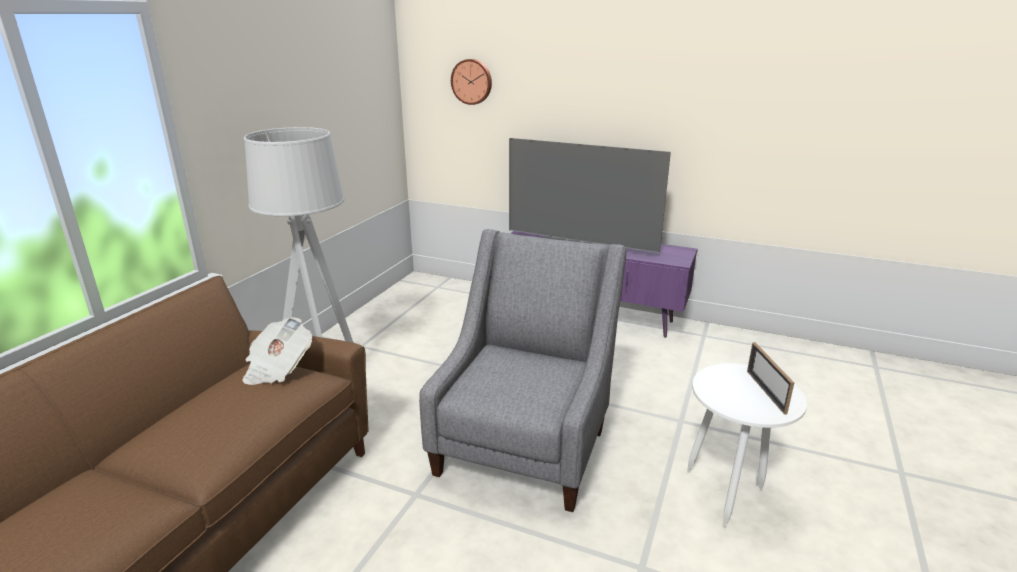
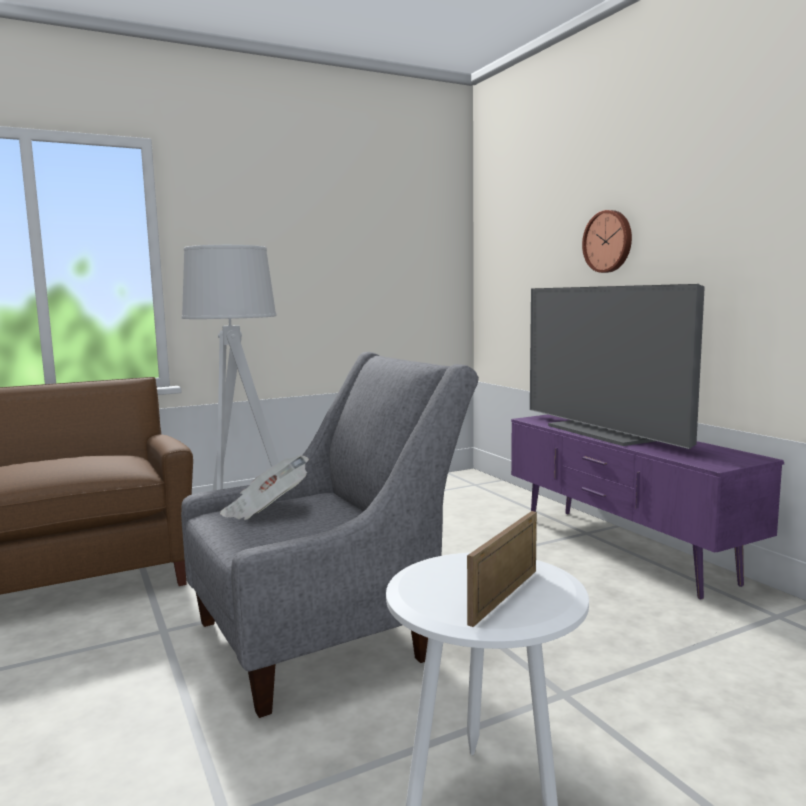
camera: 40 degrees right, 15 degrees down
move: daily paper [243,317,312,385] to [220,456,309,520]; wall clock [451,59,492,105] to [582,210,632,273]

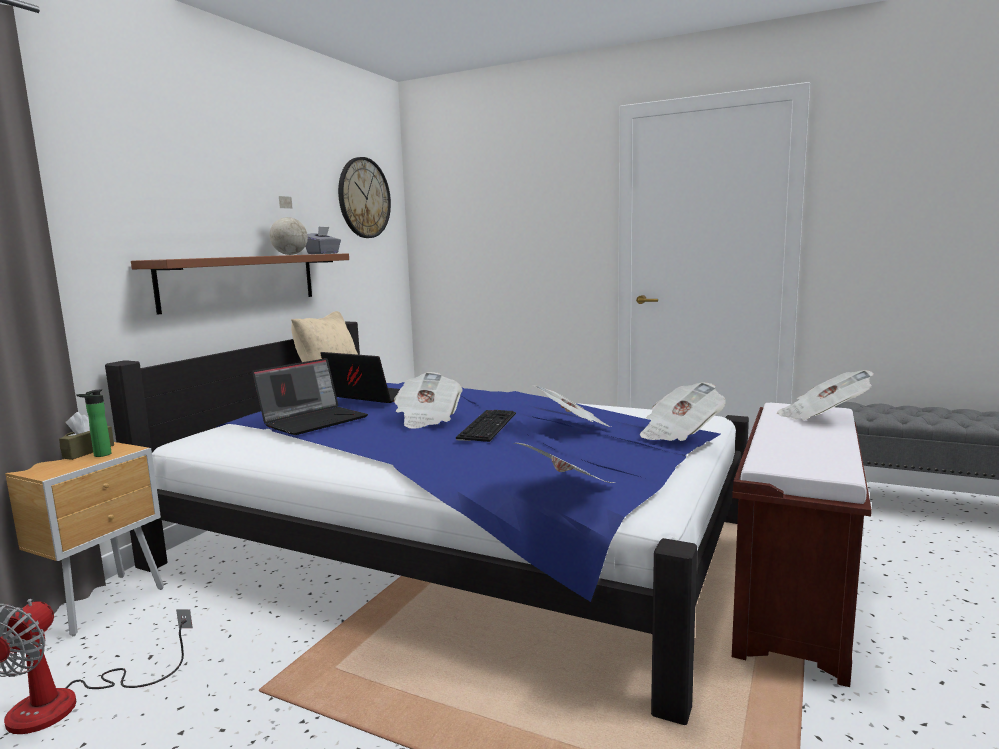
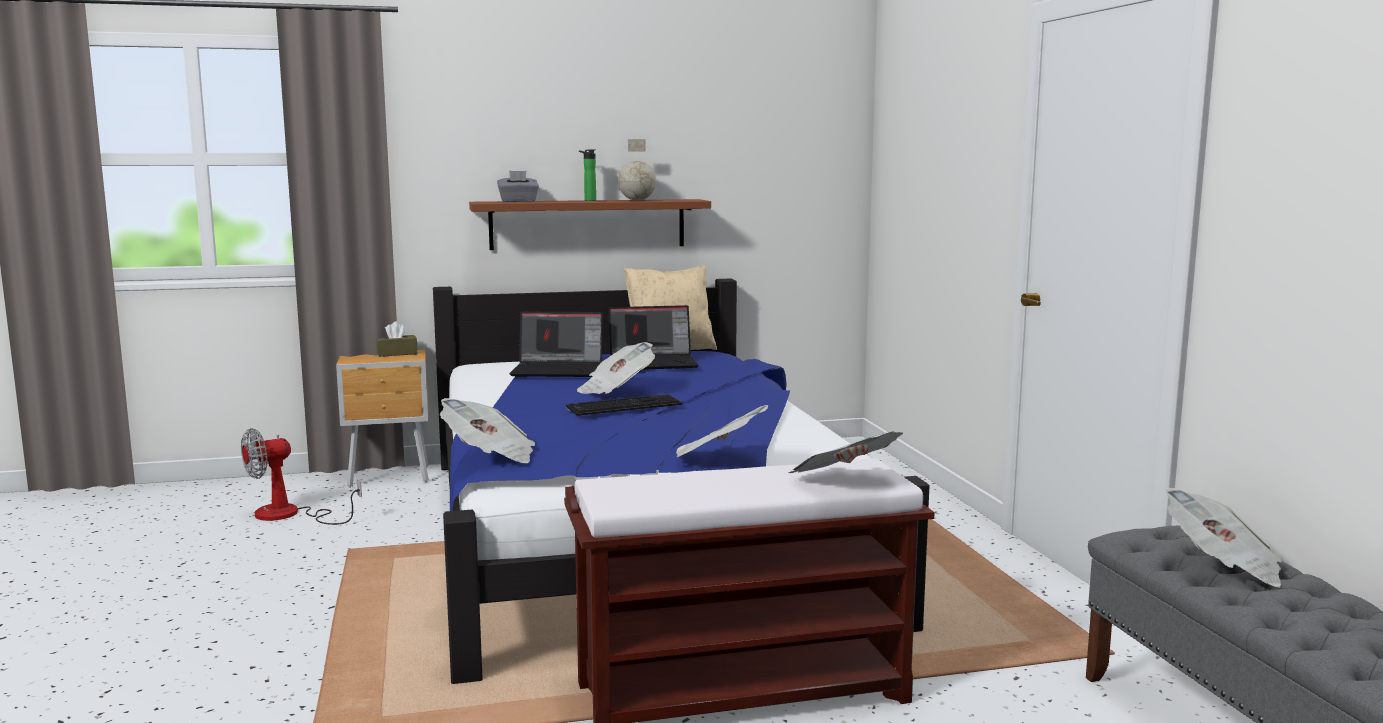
camera: 50 degrees right, 0 degrees up
delete: wall clock [338,157,391,238]
move: gray tissue box [305,227,341,254] to [497,171,539,202]; beverage bottle [76,389,112,457] to [579,149,596,201]; daily paper [533,385,611,427] to [1166,488,1282,587]
rotate: portable computer [320,352,400,403] = [609,305,699,370] 90 degrees clockwise

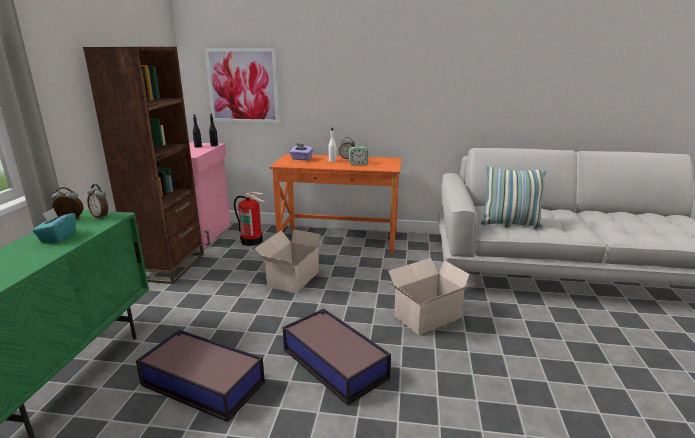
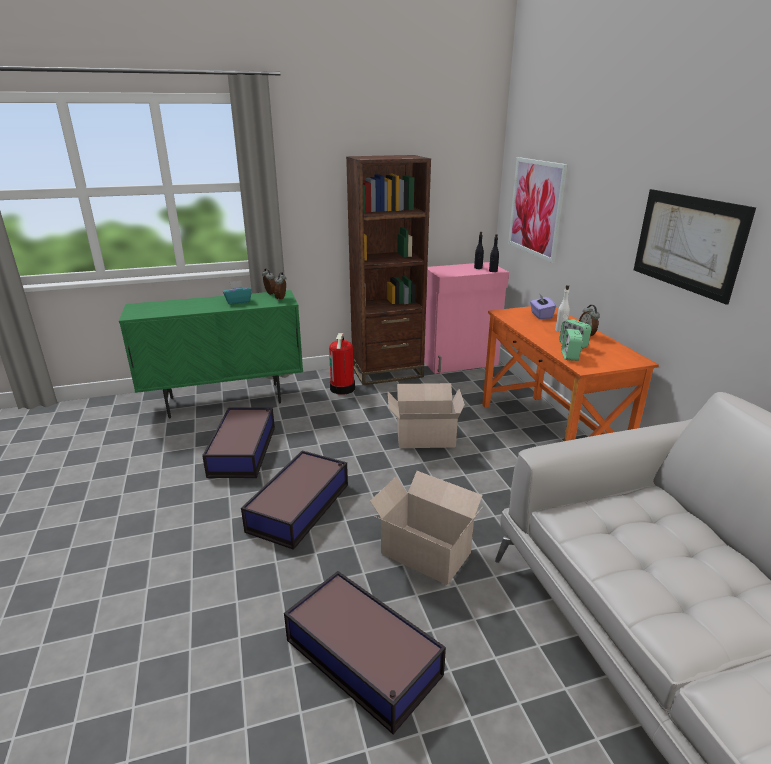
camera: 65 degrees right, 5 degrees up
delete: throw pillow [481,166,547,227]
insert: storage container [284,571,446,734]; table clock [562,329,583,361]; wall art [634,189,756,305]
move: extinguisher [234,192,264,246] to [329,333,355,395]

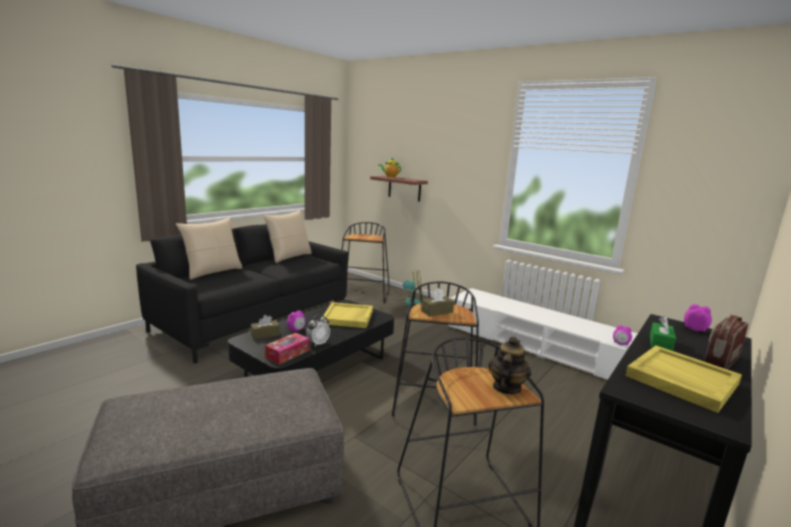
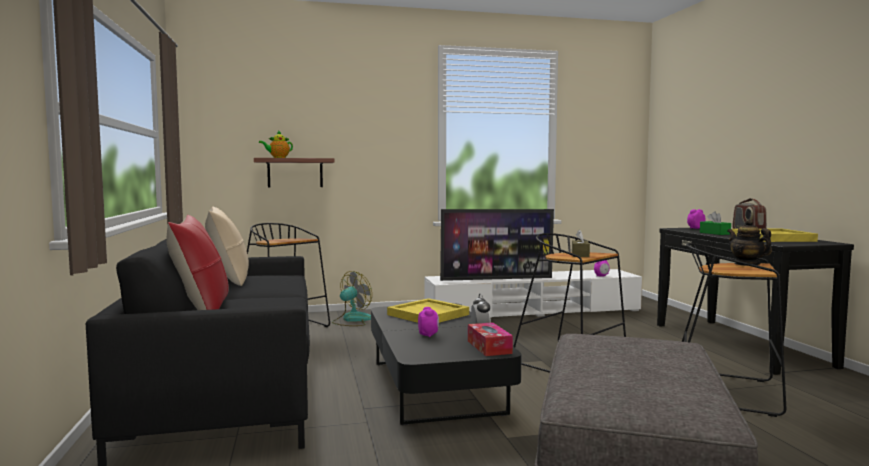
camera: 50 degrees left, 10 degrees down
delete: brownish tissue box [251,315,280,339]
insert: television [440,209,554,281]
recolor: sand-coloured throw pillow [176,217,242,279] to red throw pillow [167,215,229,310]

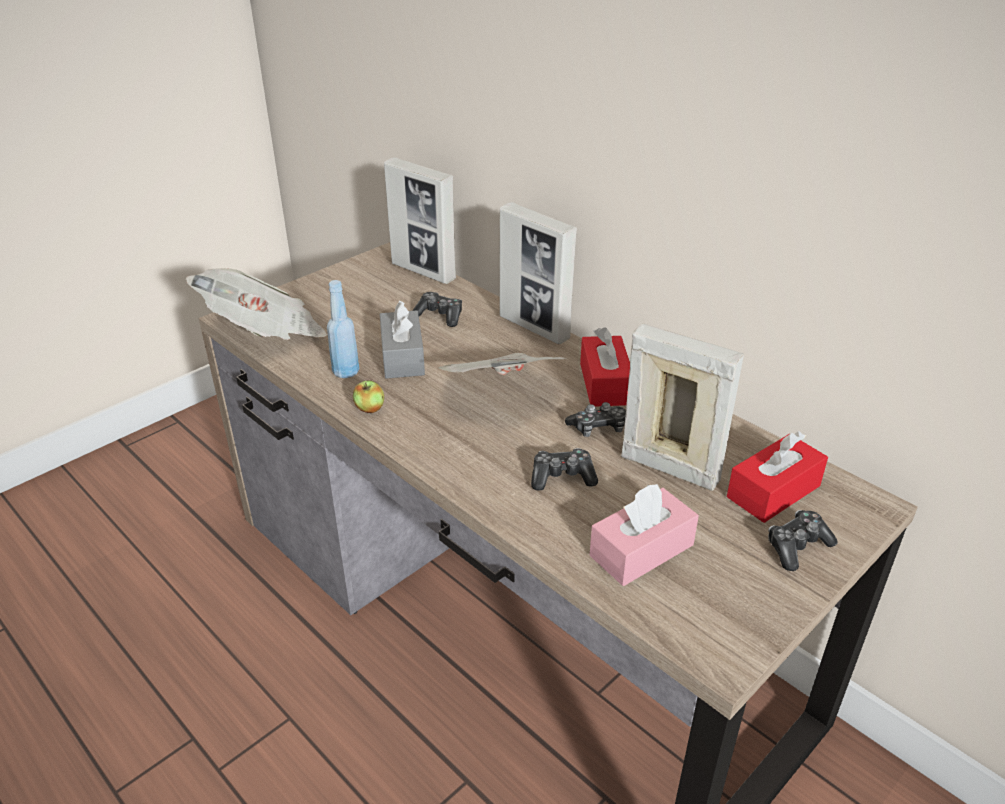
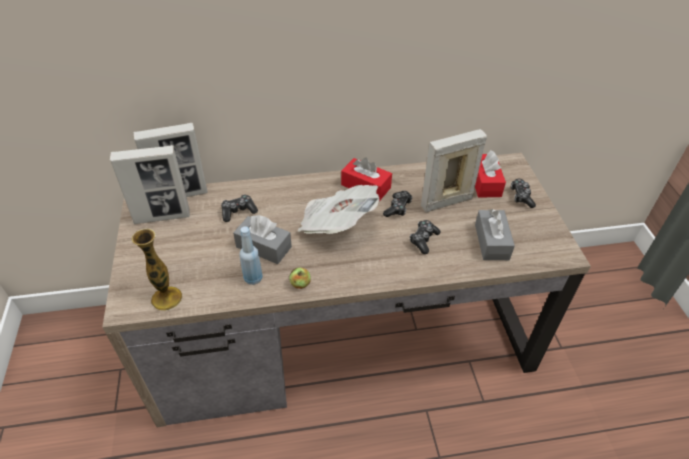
camera: 55 degrees left, 10 degrees up
move: standing frame [500,202,577,344] to [110,145,190,224]
replace: daily paper [186,268,328,340] to vase [131,228,182,311]
recolor: pinkish tissue box [589,484,699,586] to gray tissue box [475,209,515,260]

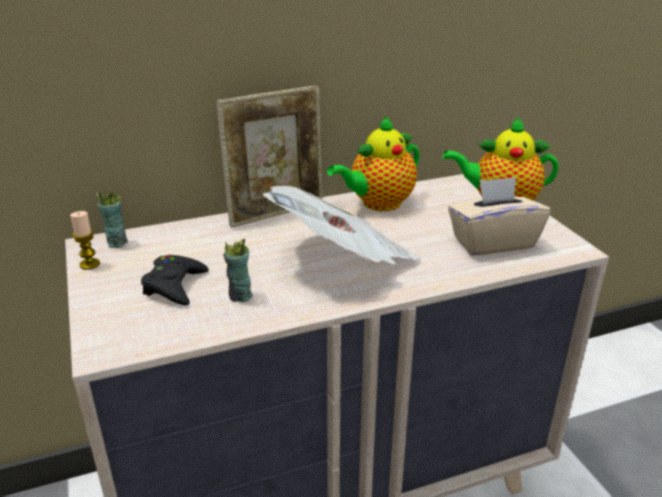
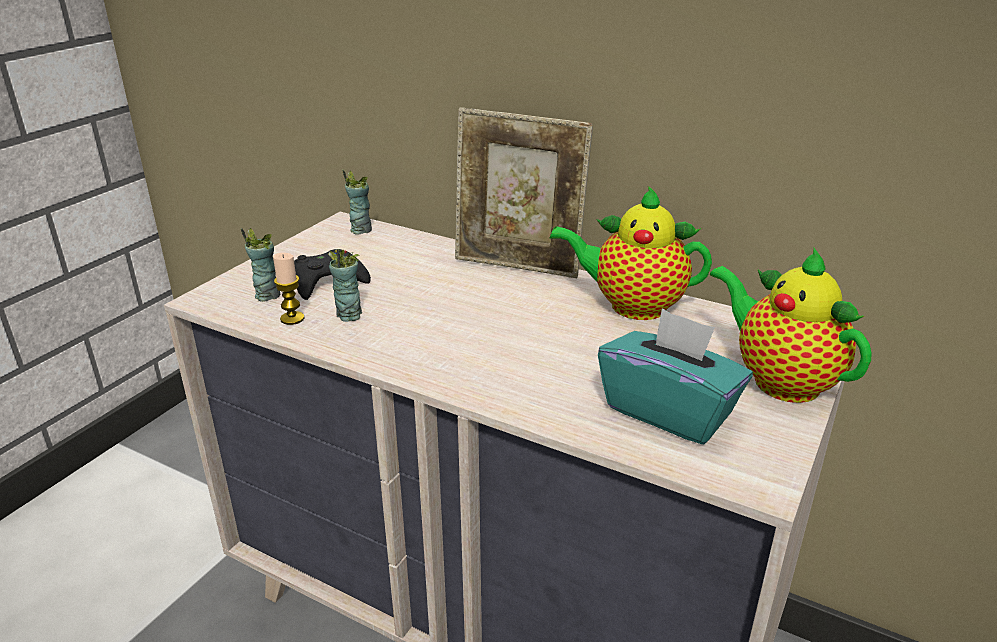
camera: 50 degrees right, 0 degrees up
delete: daily paper [262,186,420,264]
insert: cup [241,228,280,302]
move: wax light [70,211,100,270] to [273,253,305,325]
recolor: sand-coloured tissue box [448,177,550,255] to blue-green tissue box [598,308,753,444]

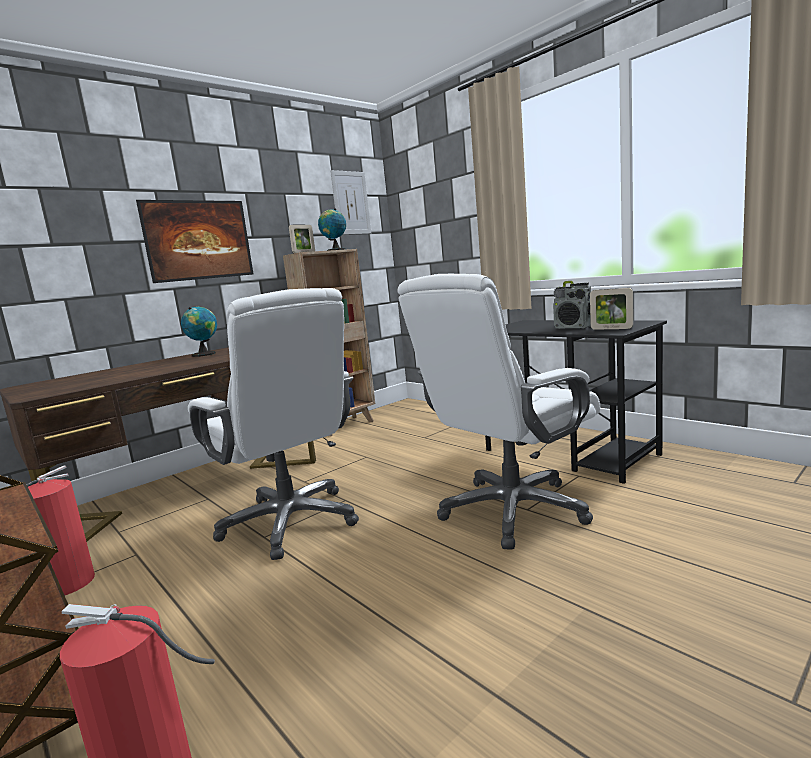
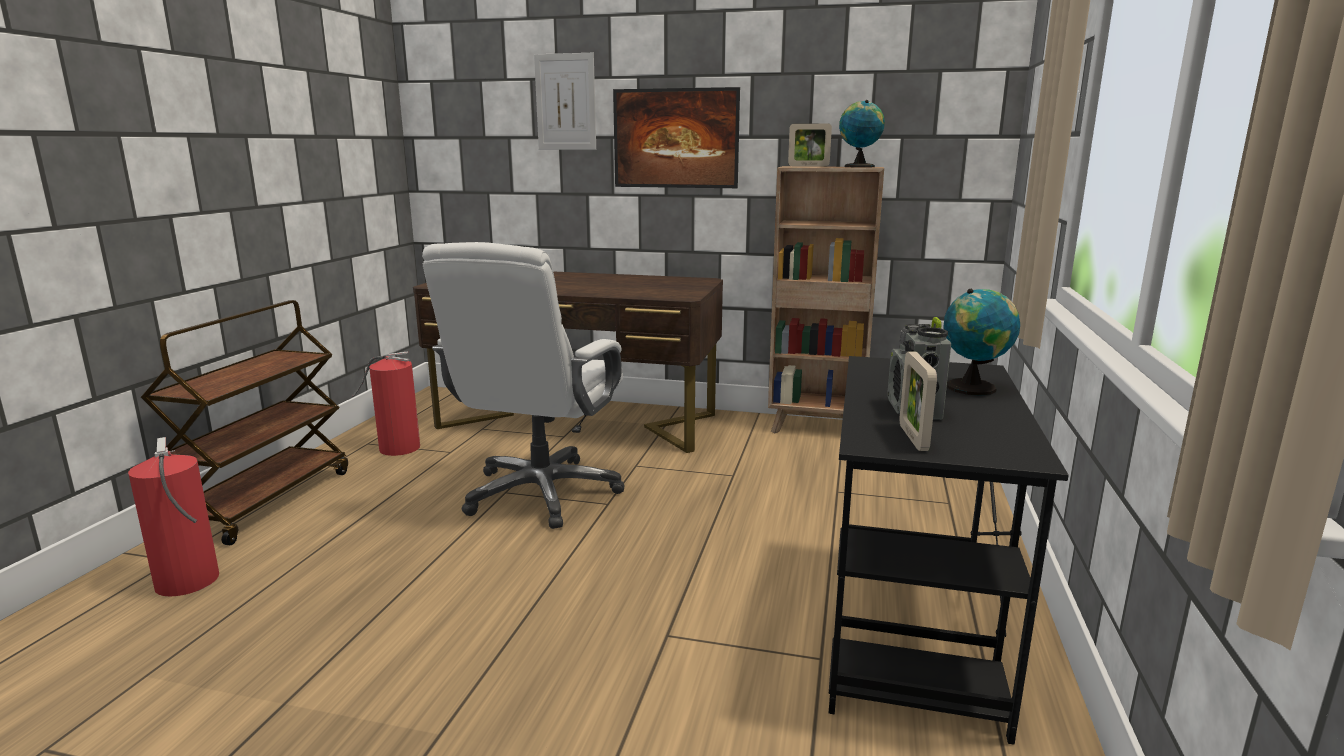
camera: 55 degrees right, 5 degrees up
delete: white-coloured computer chair [397,274,600,550]
move: wall art [330,170,371,235] to [534,53,596,150]; world globe [181,307,217,357] to [943,289,1020,396]

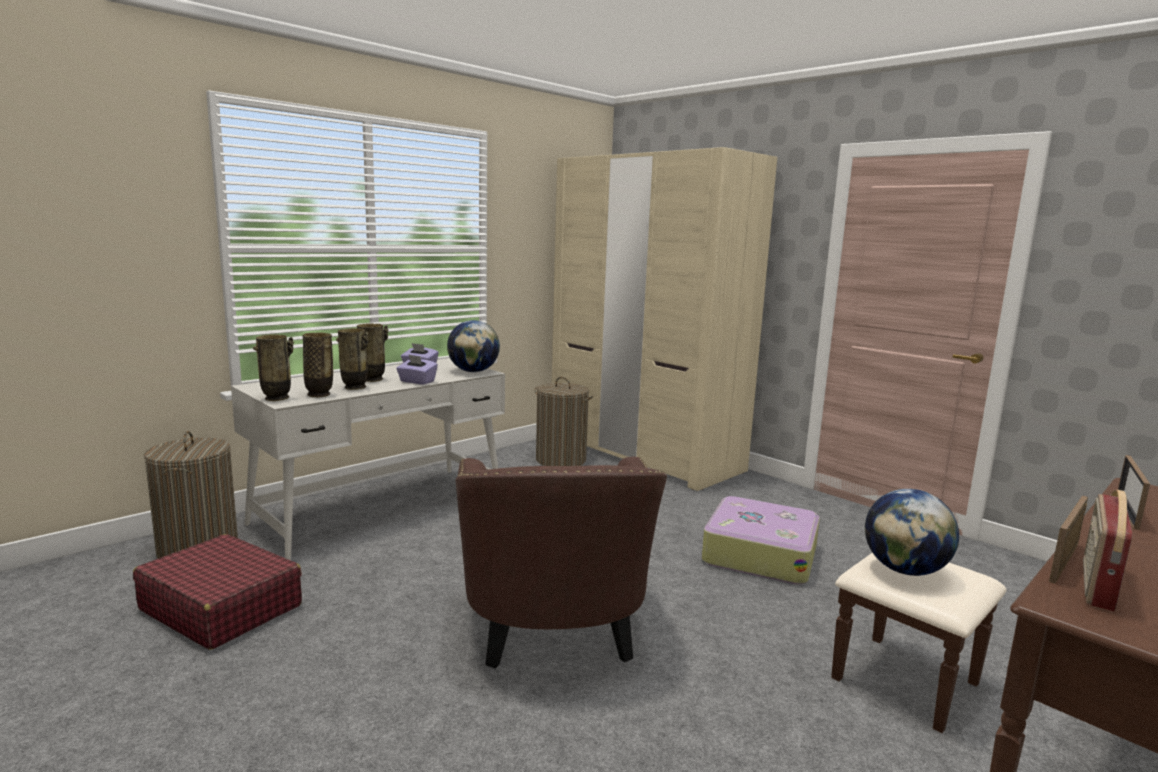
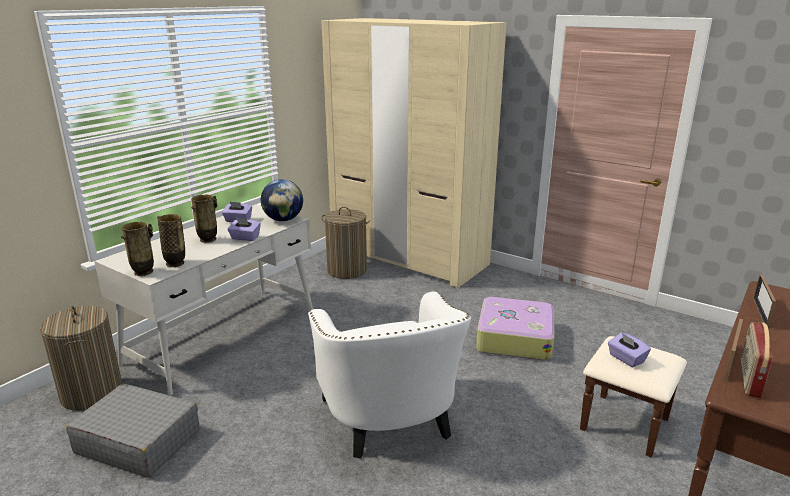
camera: 10 degrees left, 10 degrees up
delete: vase [336,328,369,390]
replace: world globe [865,489,959,576] to purple tissue box [608,333,651,367]
recolor: red suitcase [133,534,302,650] to gray suitcase [66,384,200,478]; brownish lounge chair [455,456,667,669] to white-coloured lounge chair [308,291,471,459]

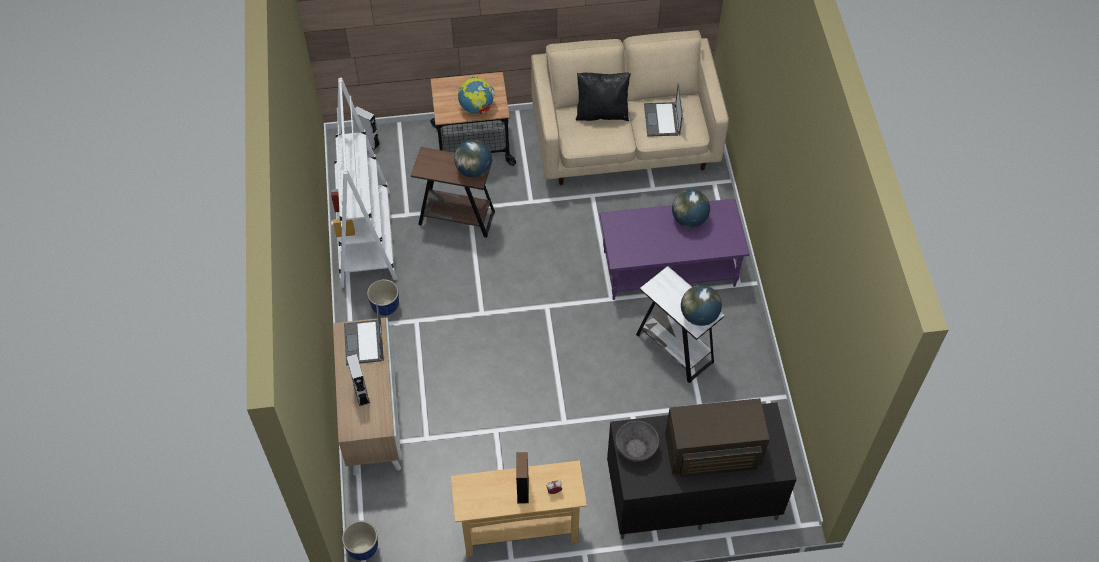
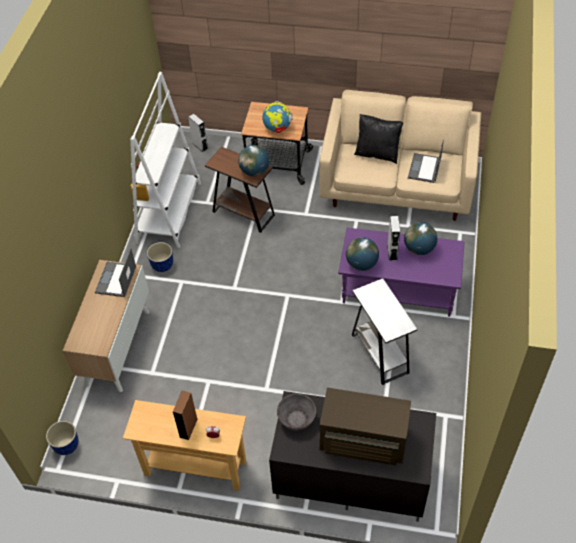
camera: 20 degrees right, 5 degrees down
move: world globe [681,285,722,326] to [346,237,379,271]; gray loudspeaker [346,354,370,406] to [387,216,400,261]

